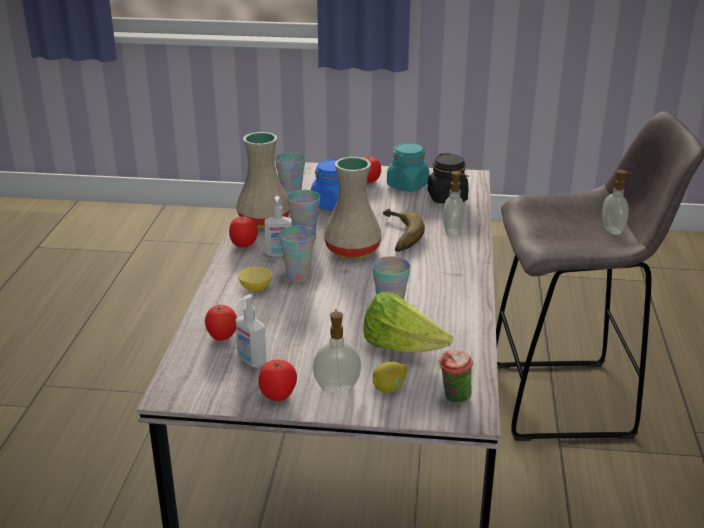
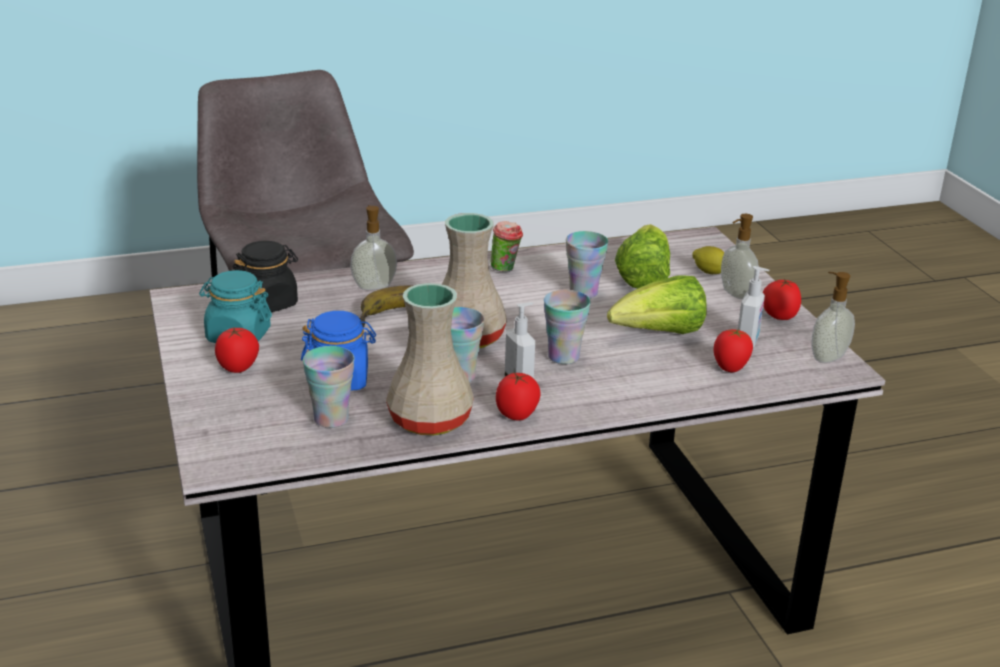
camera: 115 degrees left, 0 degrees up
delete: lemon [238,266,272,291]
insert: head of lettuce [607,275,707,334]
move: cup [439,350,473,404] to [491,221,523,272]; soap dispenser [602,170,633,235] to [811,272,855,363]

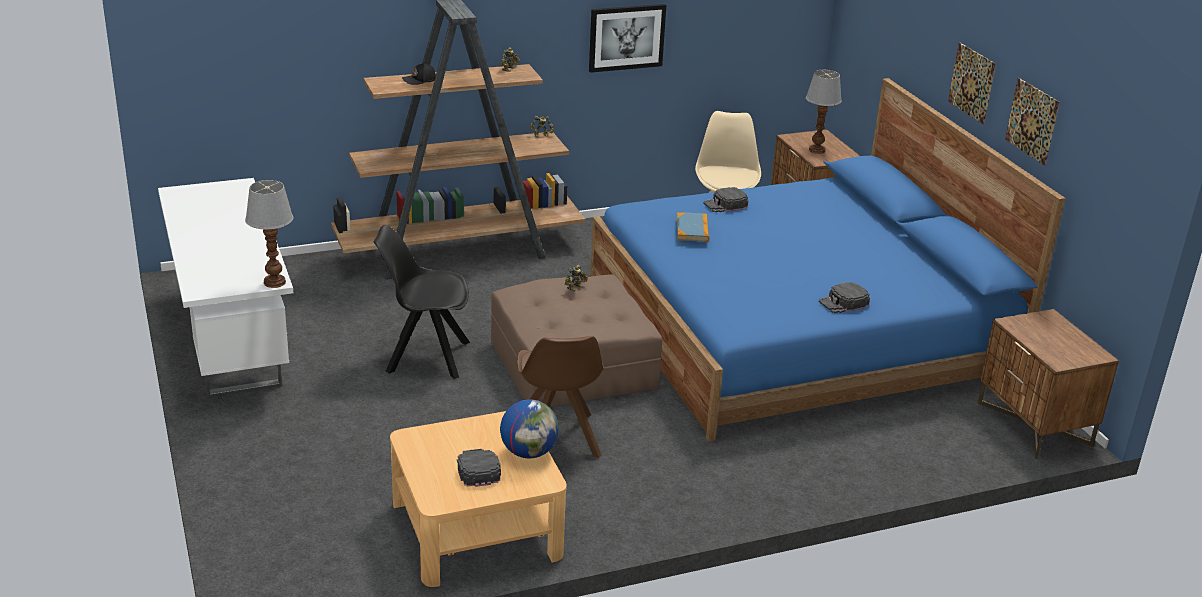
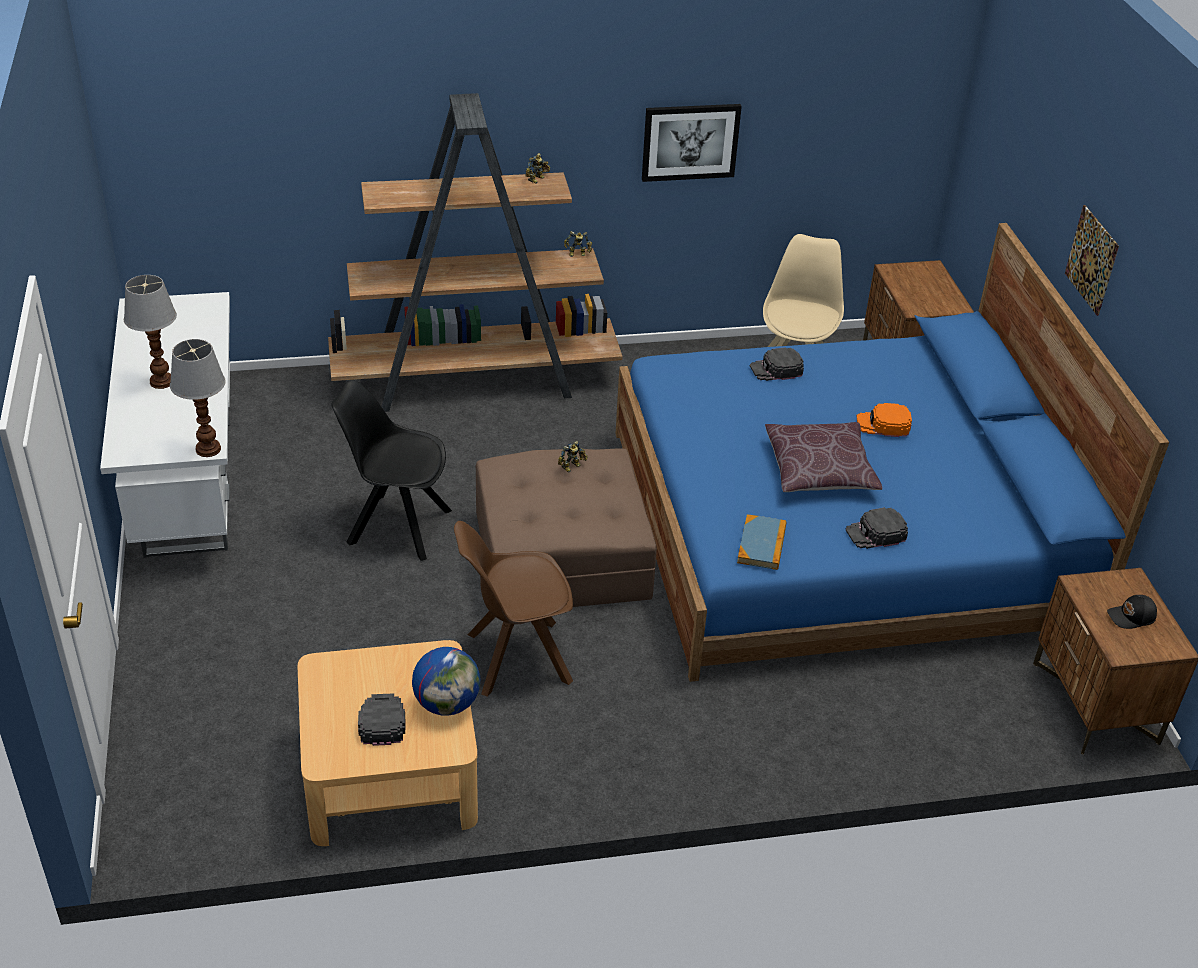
camera: 10 degrees right, 10 degrees up
delete: wall art [1005,78,1060,165]
insert: brownish throw pillow [765,422,882,492]; orangey cap [857,403,912,437]
move: tabletop lamp [806,70,842,154] to [124,275,177,389]; volume [677,212,709,242] to [737,514,786,570]; black-coloured cap [402,63,436,85] to [1107,595,1157,629]
rotate: brownish chair [517,336,604,458] = [454,521,573,697] 75 degrees clockwise

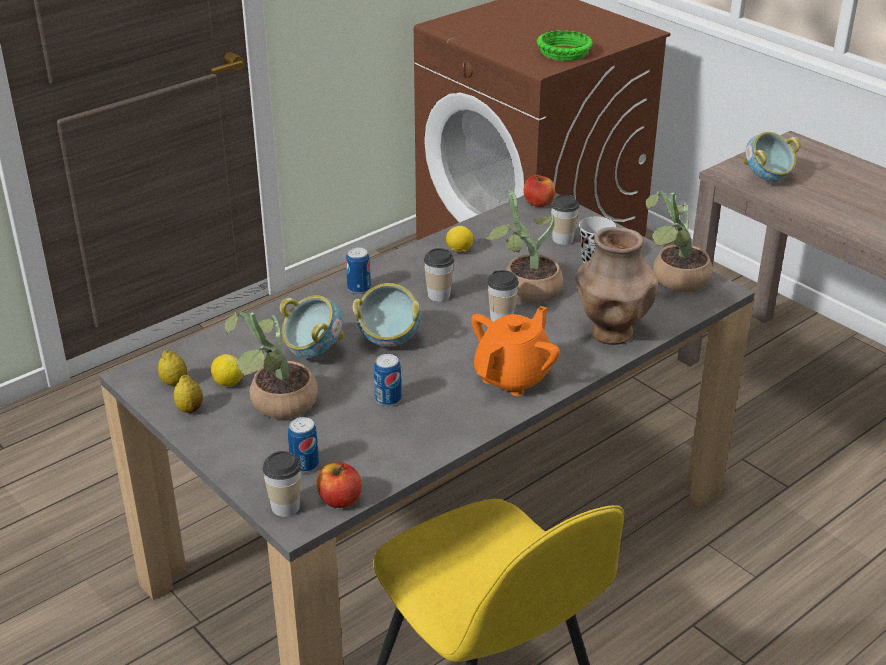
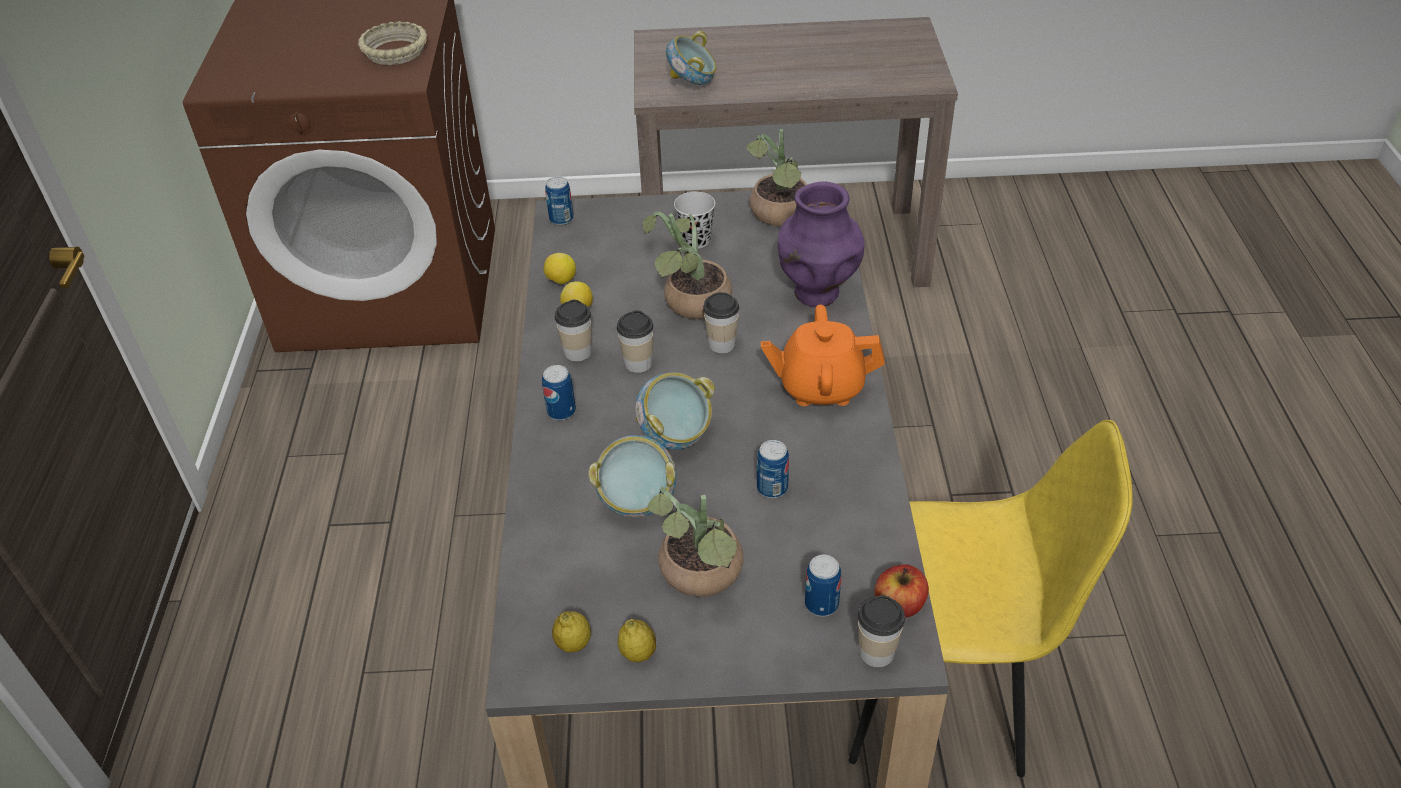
camera: 50 degrees left, 10 degrees up
move: lemon [211,354,243,386] to [544,253,576,284]; cup [551,195,579,245] to [555,300,591,362]
replace: apple fruit [524,175,555,207] to metal can [545,176,574,225]
recolor: green-coloured bowl [536,30,593,61] to sand-coloured bowl [358,21,427,65]; brownish vase [576,227,658,345] to purple vase [778,182,865,307]
rotate: orangey pot for tea [471,306,560,396] = [761,305,885,406] 75 degrees counterclockwise

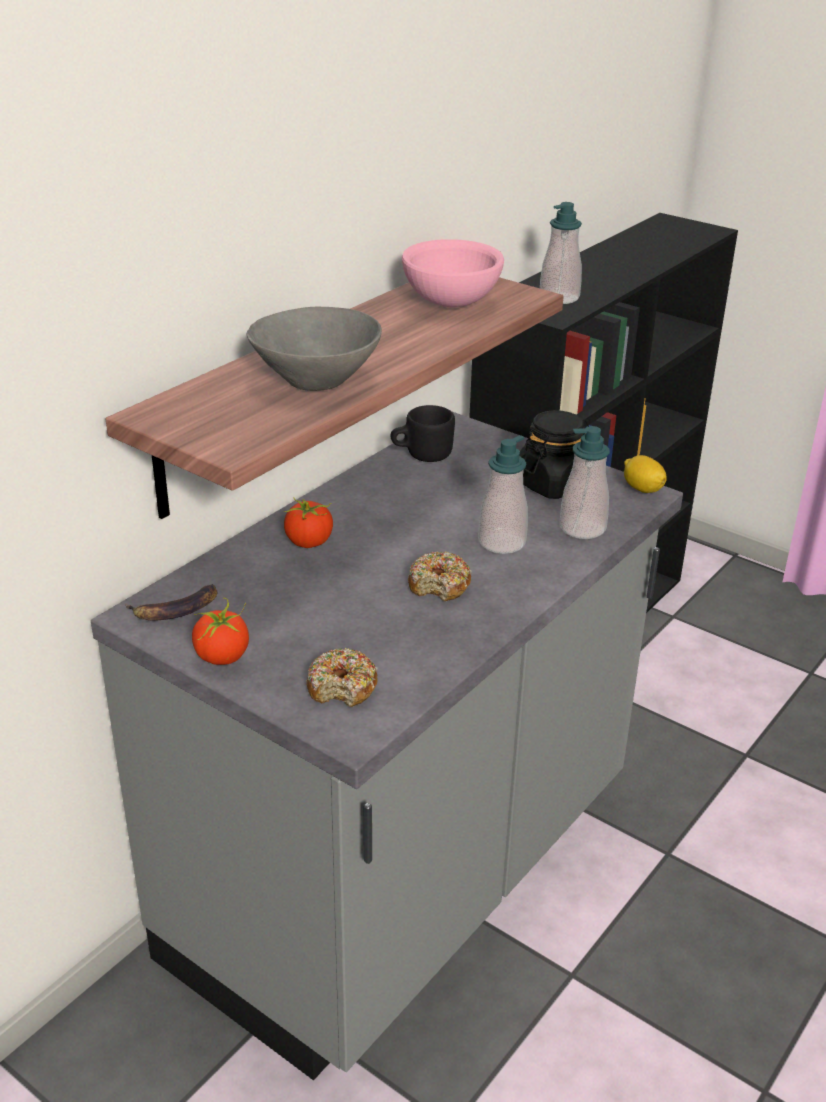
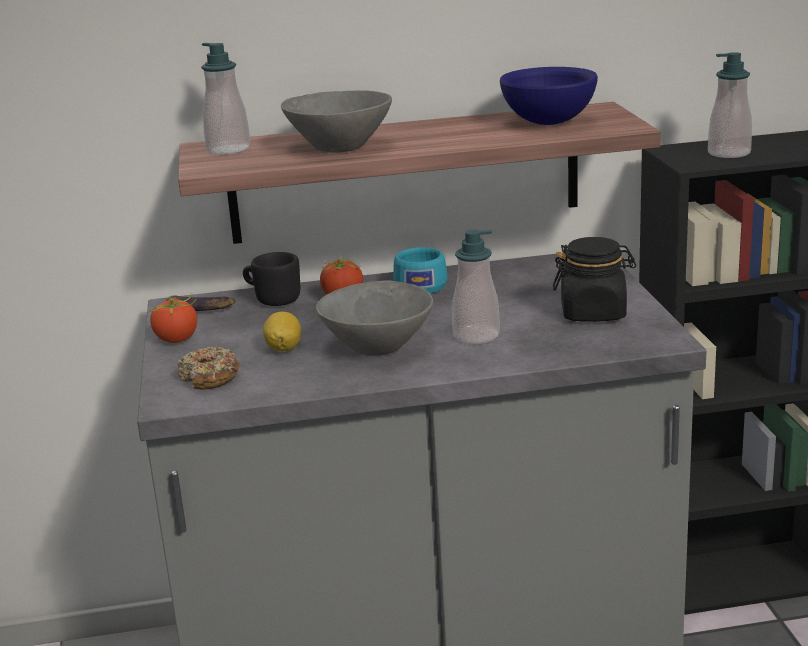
camera: 45 degrees right, 10 degrees down
insert: blue-green cup [393,247,447,294]
move: soap dispenser [560,426,610,539] to [201,43,251,154]; black-coloured tea mug [391,405,455,462] to [243,252,300,306]; lemon [624,455,667,493] to [263,312,301,352]
replace: donut [408,552,472,601] to gray bowl [316,281,433,356]
recolor: pinkish bowl [402,239,504,307] to blue-coloured bowl [500,67,598,125]

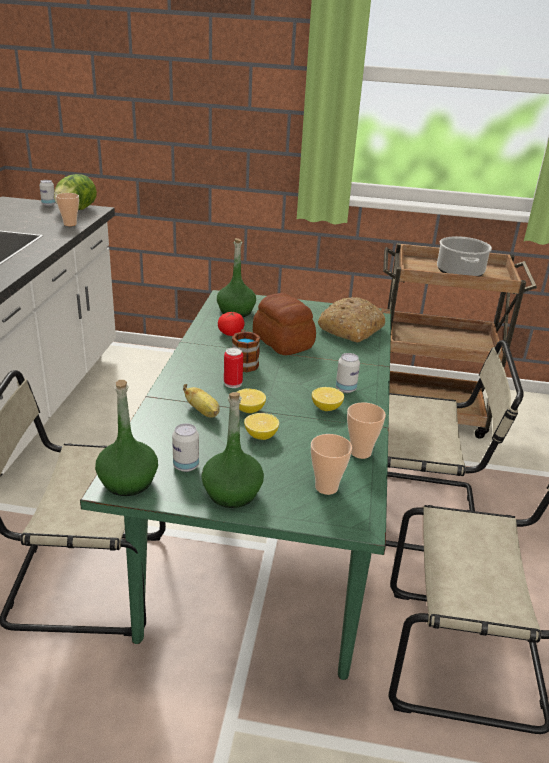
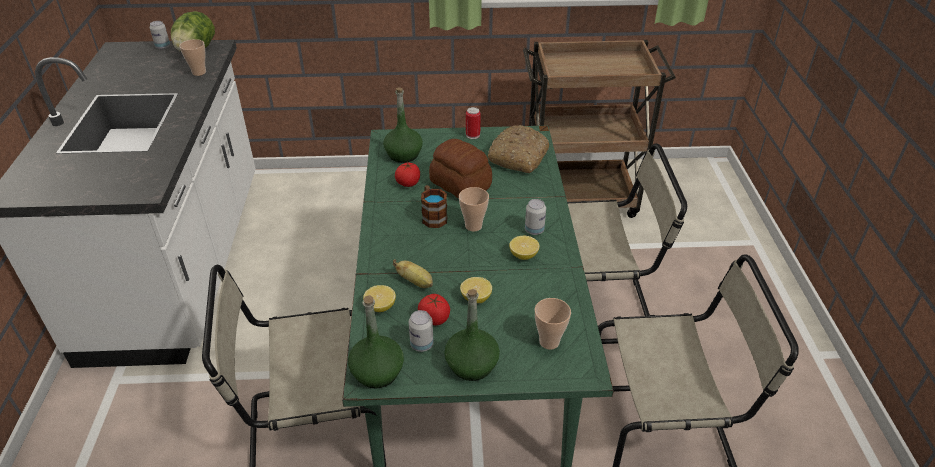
camera: 10 degrees left, 10 degrees up
delete: saucepot [437,236,492,276]
insert: whole tomato [418,294,450,325]
move: lemon [237,389,266,413] to [363,285,396,312]; cup [347,402,386,459] to [459,187,489,231]; metal can [224,347,243,388] to [466,107,481,139]

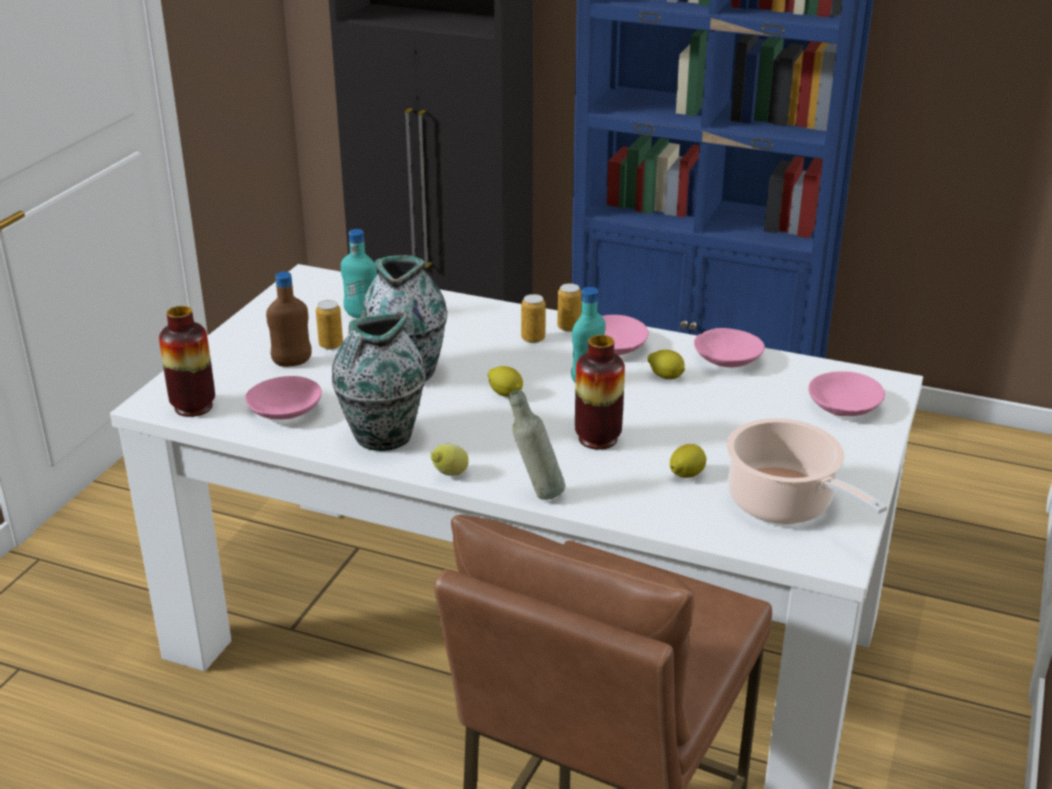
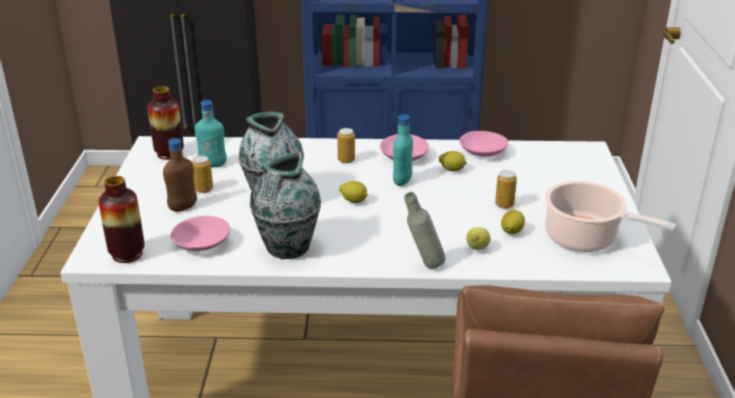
camera: 20 degrees left, 0 degrees up
delete: pinkish bowl [808,371,885,416]
move: vase [575,335,625,450] to [148,86,184,160]; lemon [431,444,469,476] to [466,227,491,250]; metal can [557,283,582,332] to [495,170,517,209]

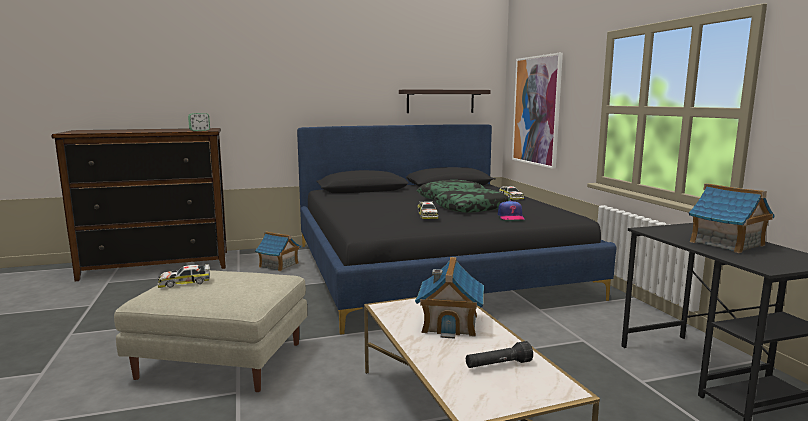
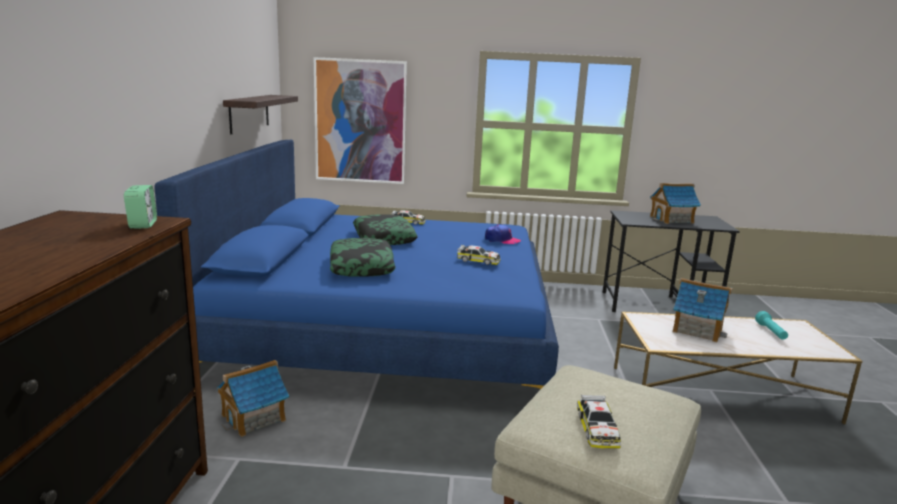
camera: 70 degrees left, 5 degrees up
move: throw pillow [434,188,511,213] to [330,238,396,277]
recolor: black-coloured bedroom bed [297,124,616,335] to blue-coloured bedroom bed [154,140,559,389]; black-coloured flashlight [466,341,533,368] to blue-green flashlight [755,311,788,340]

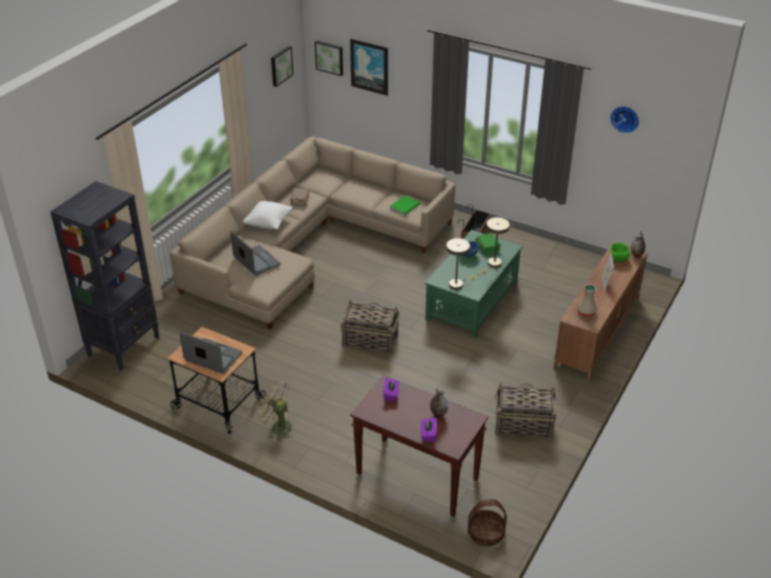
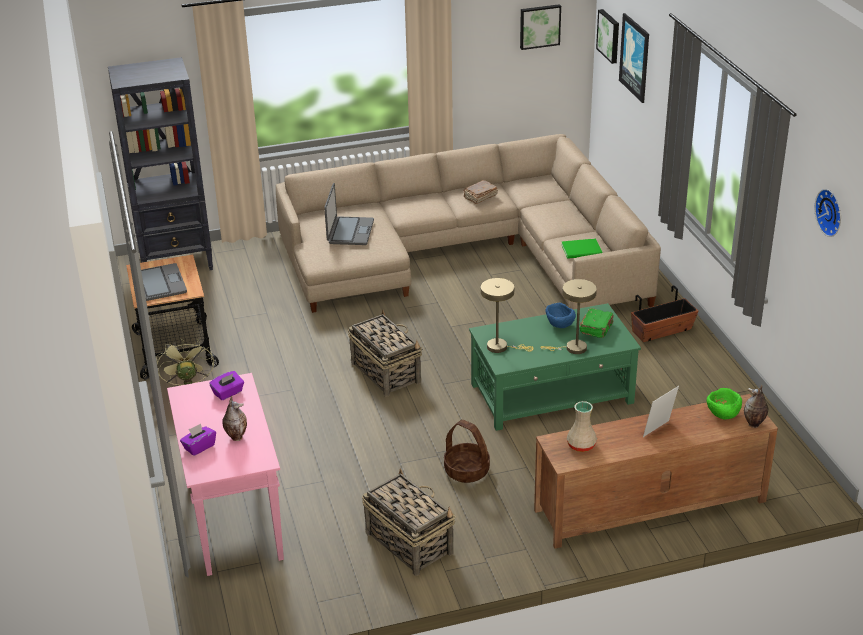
camera: 45 degrees right, 5 degrees down
delete: white-coloured throw pillow [242,201,293,230]
move: storage basket [468,499,507,546] to [444,420,490,483]
recolor: brownish narrow table [350,375,489,517] to pinkish narrow table [167,373,284,576]

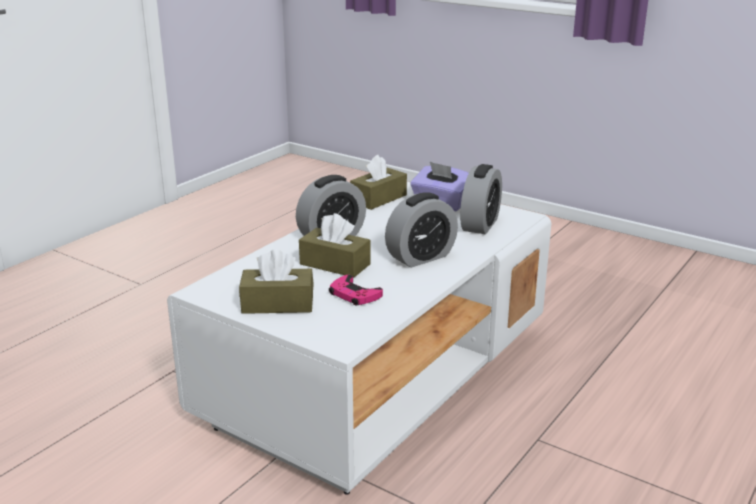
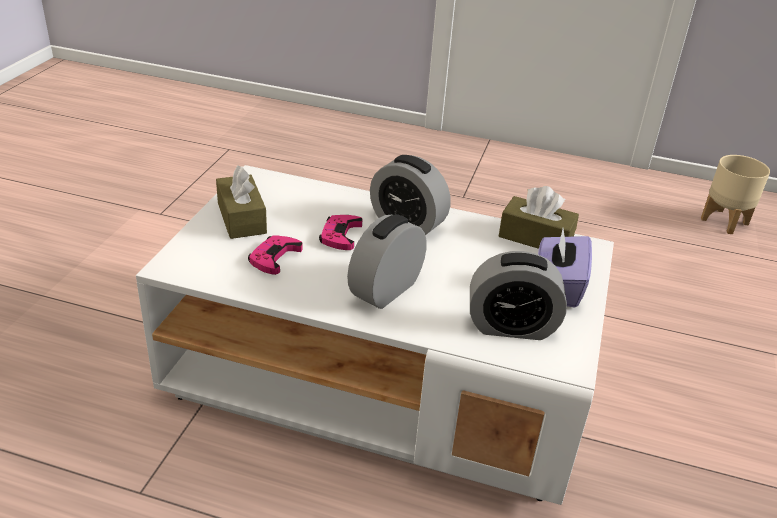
camera: 70 degrees right, 10 degrees up
insert: sand-coloured plant pot [701,155,770,234]
replace: brownish tissue box [299,213,371,277] to pinkish joypad [319,215,363,250]
rotate: table clock [385,192,458,268] = [347,214,427,309] 90 degrees clockwise

